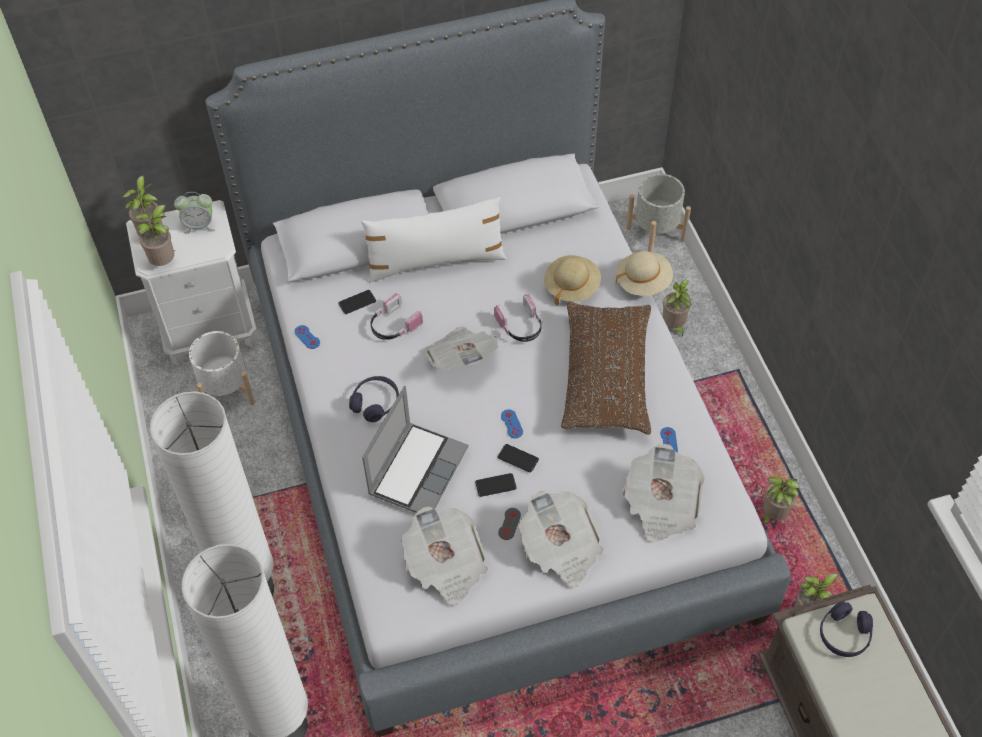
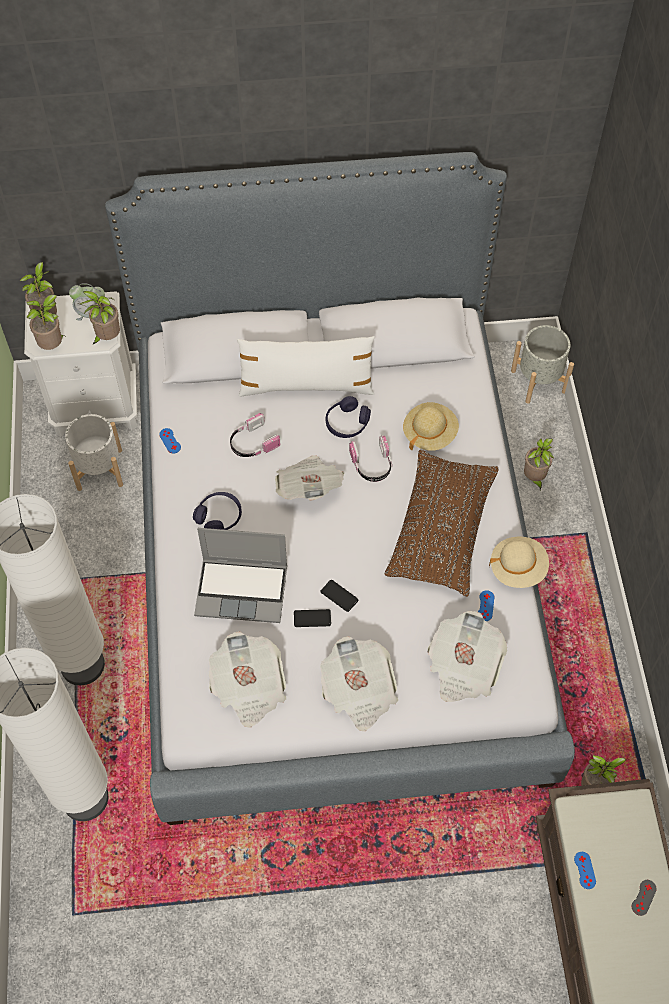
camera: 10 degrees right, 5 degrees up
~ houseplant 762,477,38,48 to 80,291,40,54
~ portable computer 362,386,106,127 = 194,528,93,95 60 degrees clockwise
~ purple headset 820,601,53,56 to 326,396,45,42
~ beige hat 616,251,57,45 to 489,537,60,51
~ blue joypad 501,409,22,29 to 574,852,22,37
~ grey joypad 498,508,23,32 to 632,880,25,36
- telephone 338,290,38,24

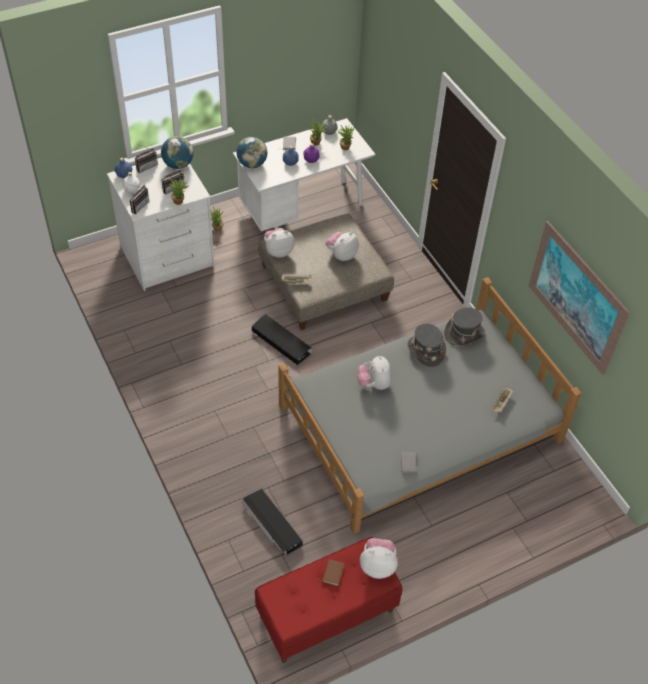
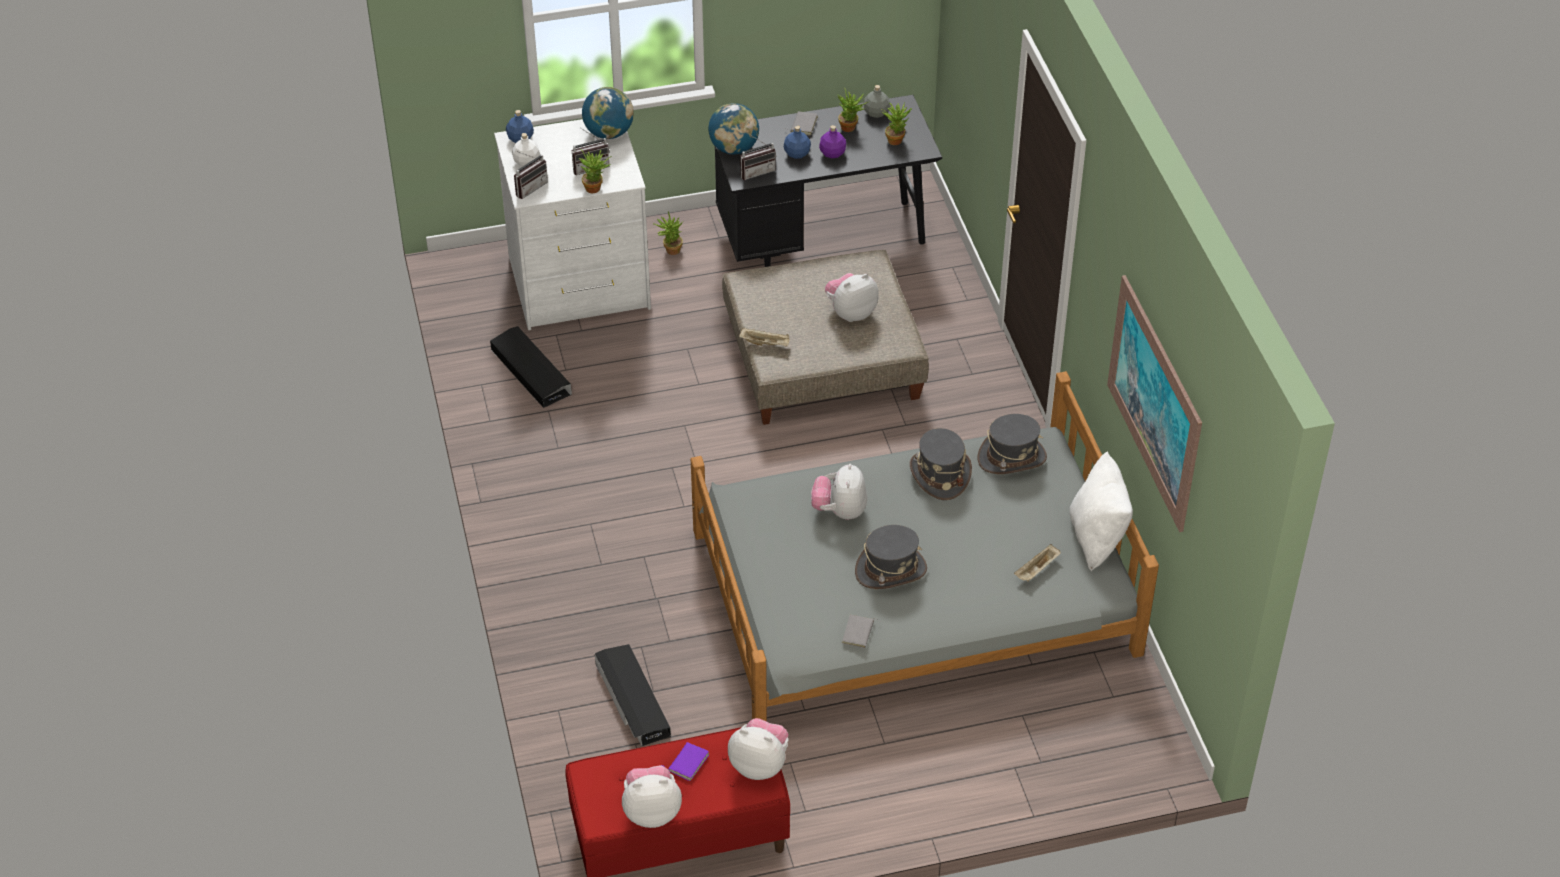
camera: 15 degrees right, 5 degrees down
~ blackish storage container 252,314,60,51 to 490,326,82,82
~ cuddly toy 264,228,31,29 to 622,765,60,63
~ brown-coloured book 319,559,26,27 to purple book 661,742,48,39
~ white desk table 233,118,143,113 to blackish desk table 715,95,227,172
~ radio receiver 135,144,23,29 to 740,134,36,46
+ grey hat 855,525,72,64
+ white throw pillow 1069,451,64,120

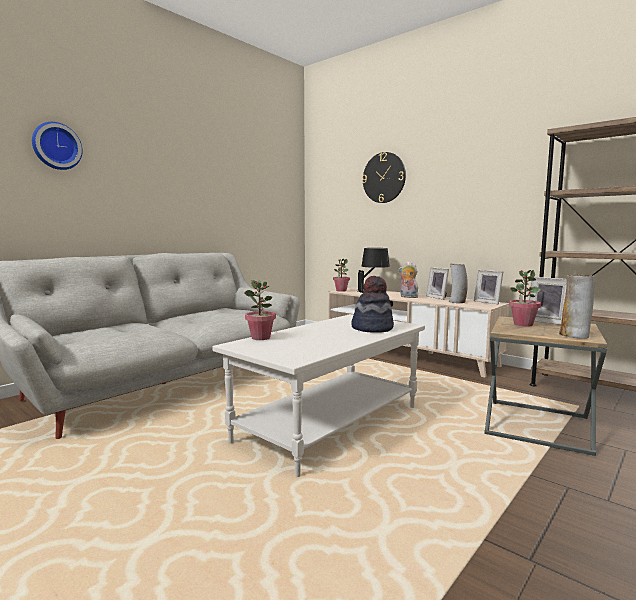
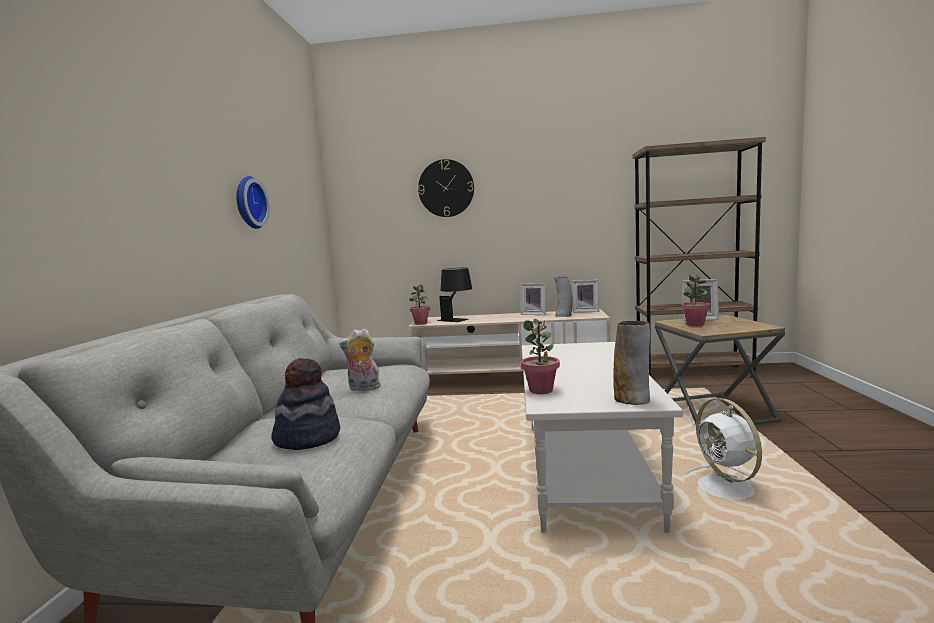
camera: 35 degrees left, 0 degrees up
~ hanging clock 32,122,51,48 to 236,176,34,53
~ hat 351,276,43,57 to 271,358,69,92
~ cuddly toy 399,262,19,36 to 339,328,42,63
~ vase 559,274,35,65 to 613,321,37,84
+ white cooling fan 682,398,80,102

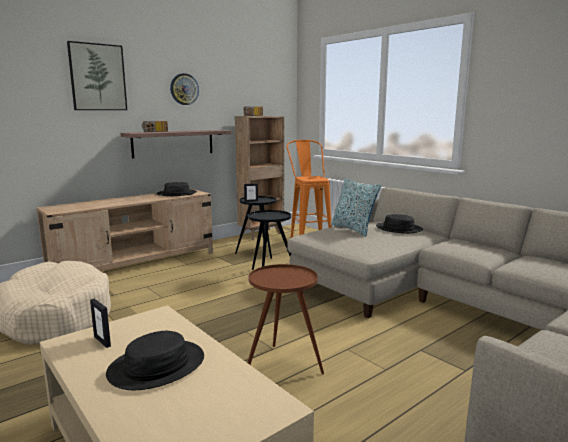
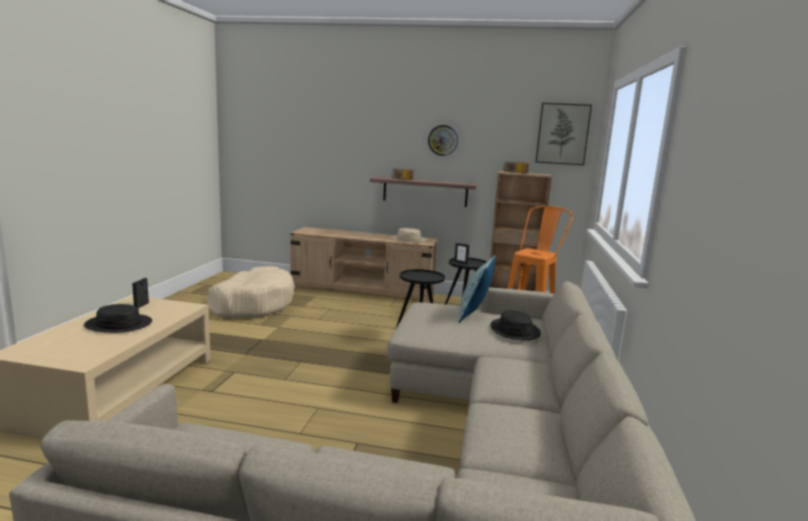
camera: 50 degrees right, 0 degrees up
~ blackish hat 157,182,40,14 to beige hat 391,228,36,15
~ wall art 67,41,60,69 to 536,103,56,62
- brown-coloured end table 247,264,77,110

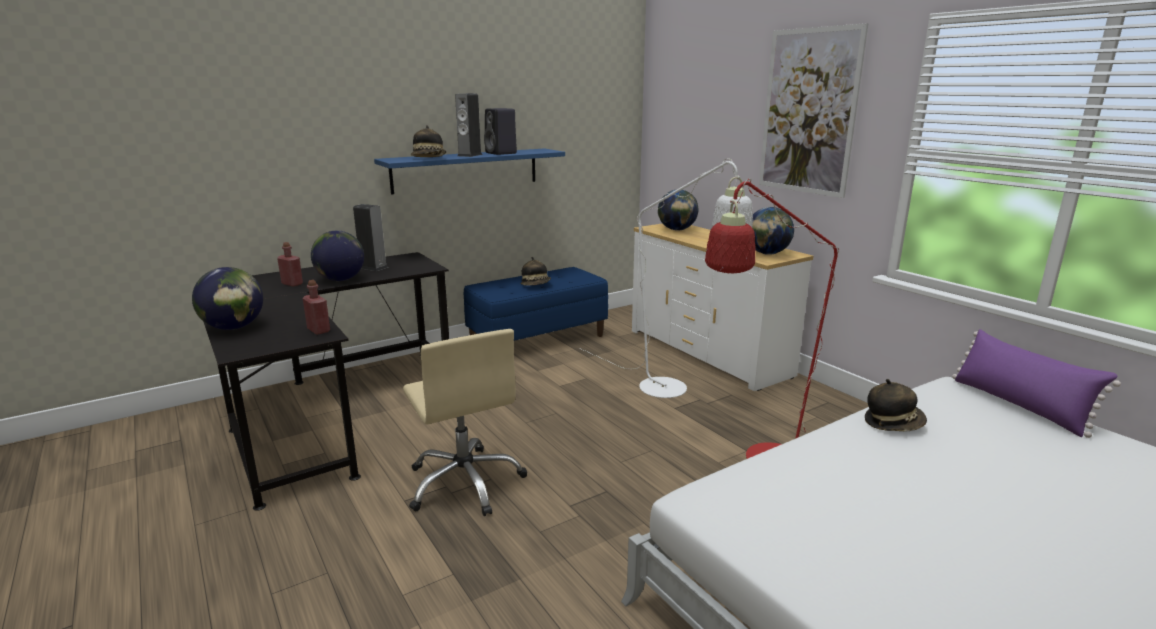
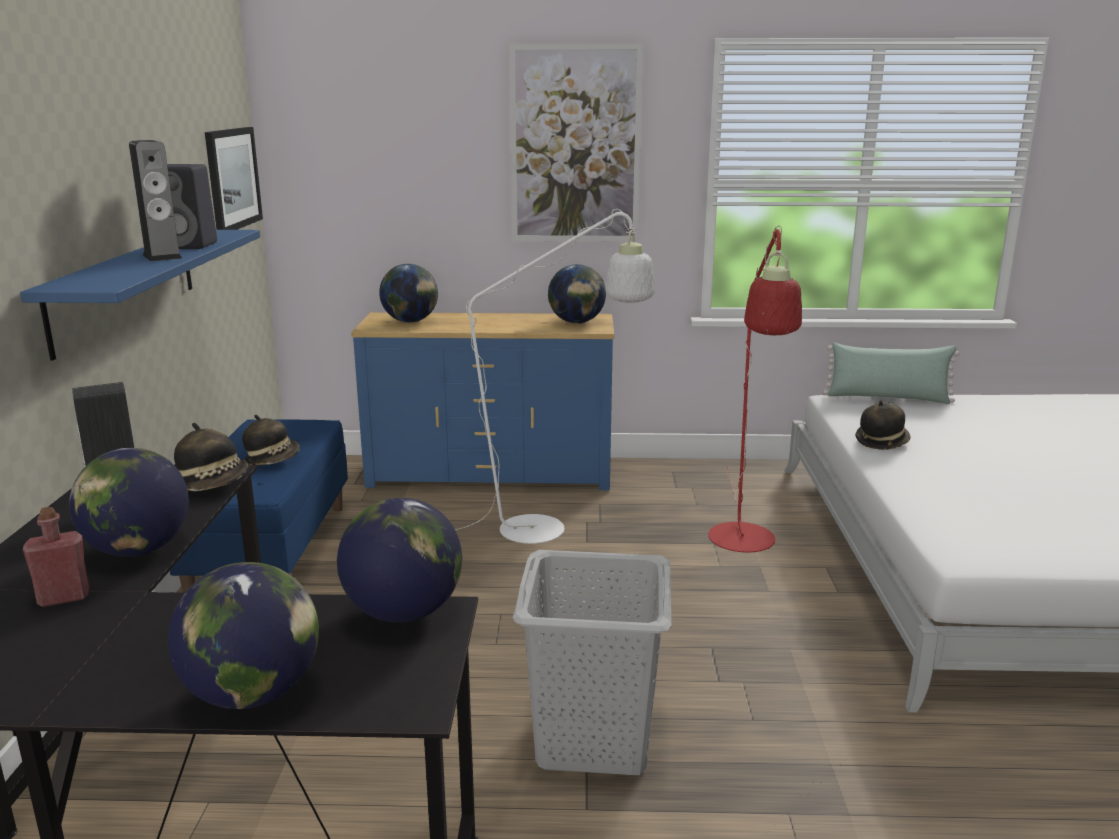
camera: 55 degrees left, 0 degrees up
~ hat 411,125,35,32 to 174,423,74,68
+ wall art 205,127,58,103
~ red bottle 303,280,27,55 to desk globe 337,498,125,125
~ white chest of drawers 632,223,181,168 to blue chest of drawers 351,312,263,179
~ beige computer chair 403,329,124,187 to grey laundry basket 513,550,159,225
~ purple throw pillow 952,329,169,109 to green throw pillow 823,342,137,62

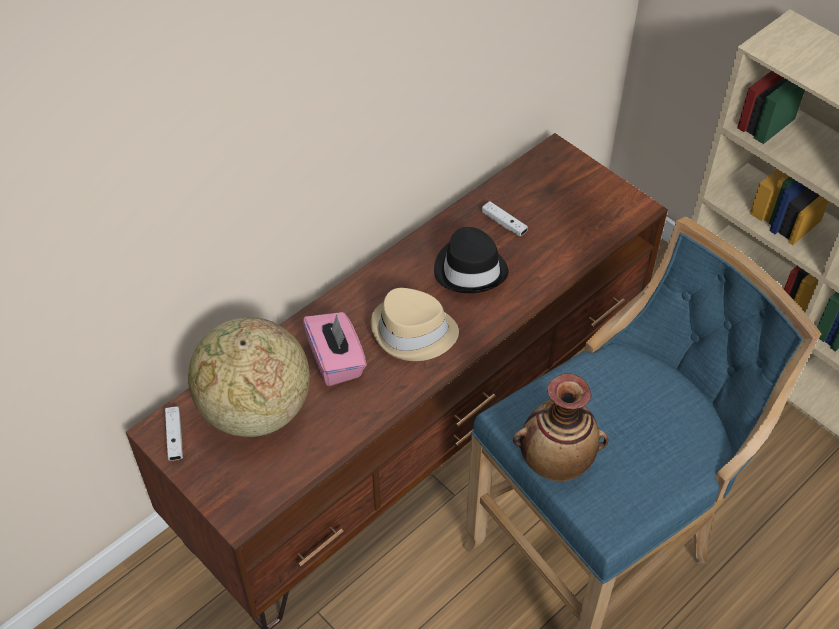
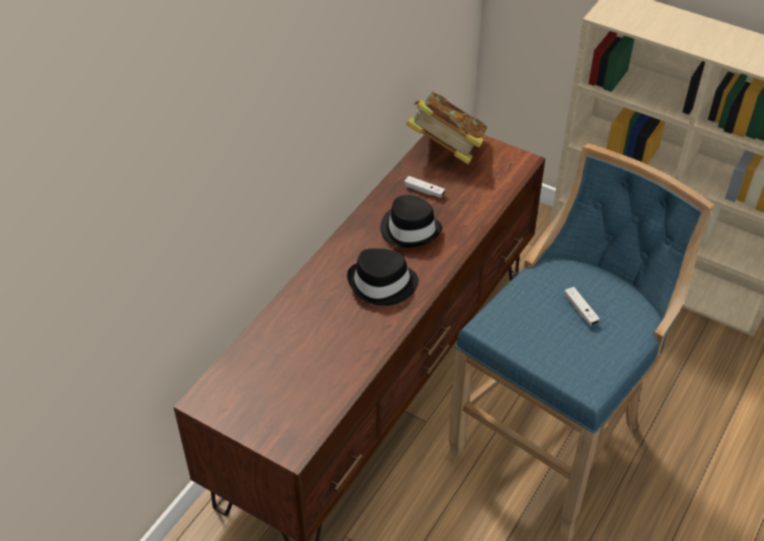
camera: 15 degrees left, 5 degrees down
~ beige hat 371,288,88,73 to blackish hat 347,248,72,58
+ book 406,91,81,73
~ white joypad 165,406,18,55 to 564,287,36,39
- desk globe 188,317,122,120
- pink-coloured tissue box 303,312,63,74
- vase 513,373,95,108

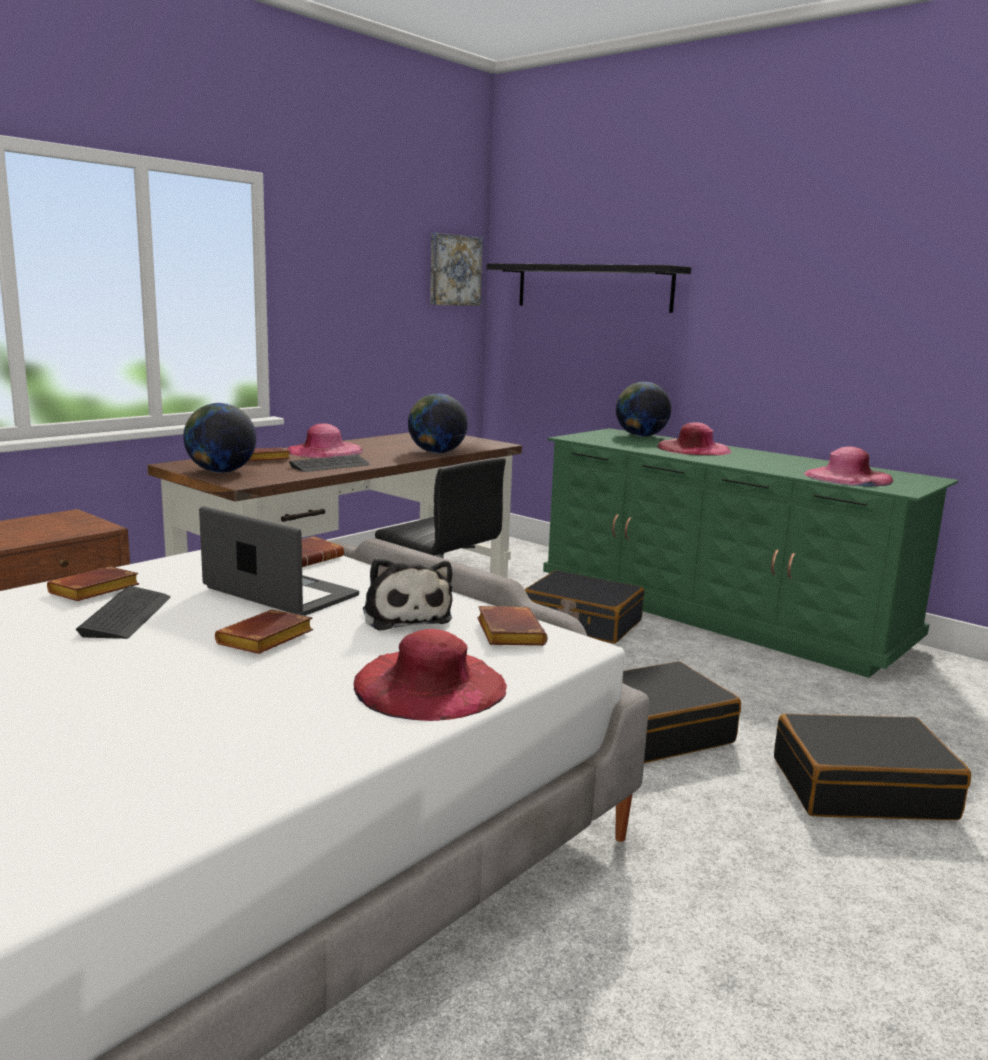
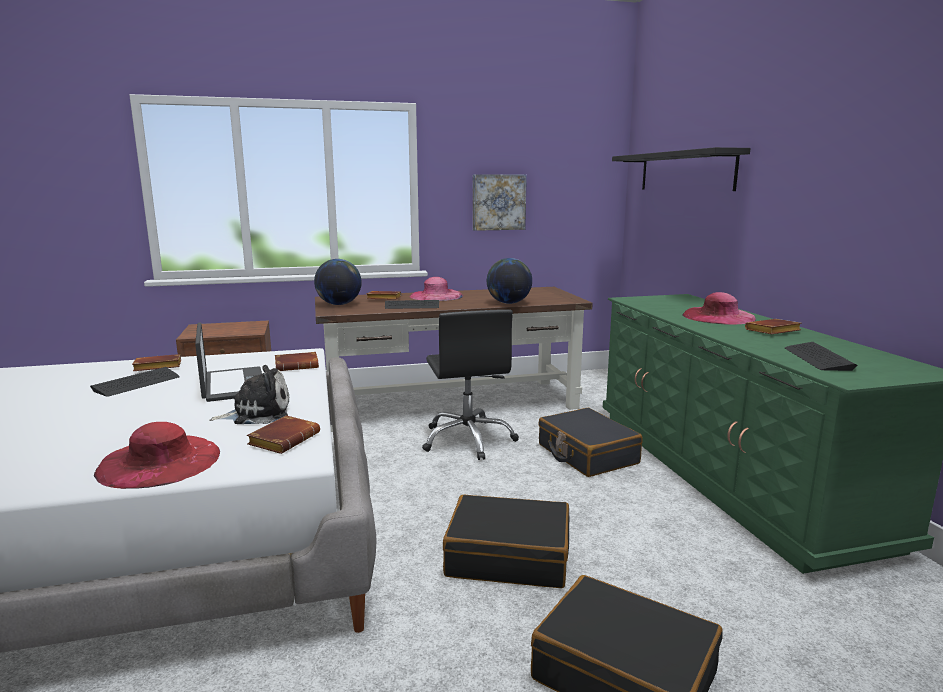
camera: 35 degrees right, 0 degrees up
~ cuddly toy 363,558,90,73 = 209,365,80,59 120 degrees counterclockwise
~ wall art 430,233,53,73 to 473,174,54,57
~ brown-coloured book 215,609,98,45 to 745,319,57,15
~ pink-coloured hat 804,447,89,39 to computer keyboard 785,342,73,29
- desk globe 616,382,55,55

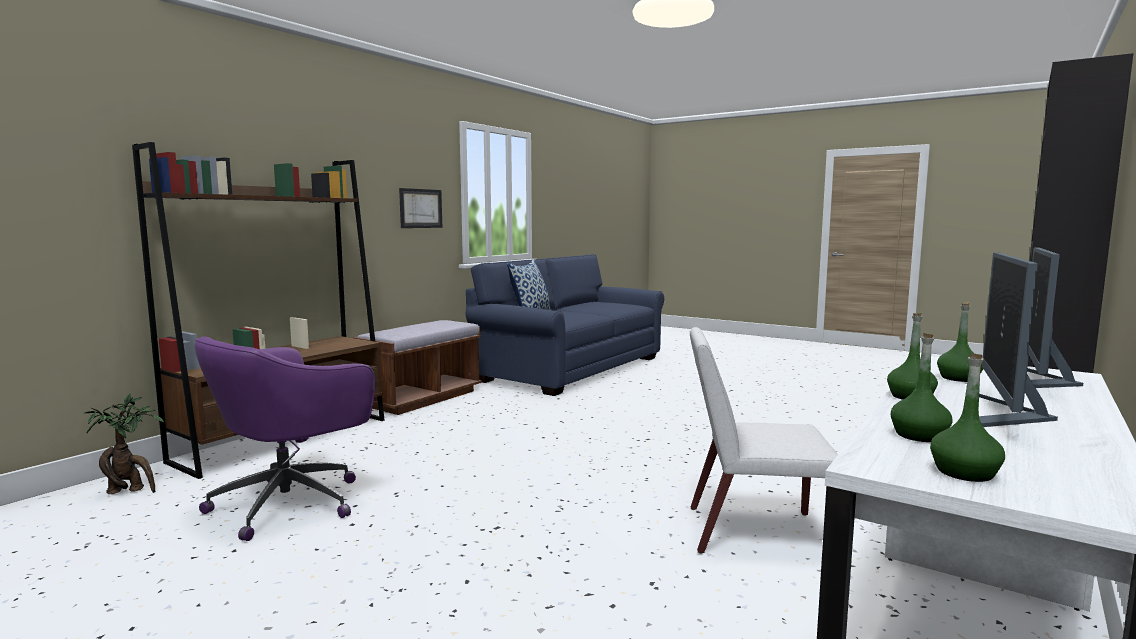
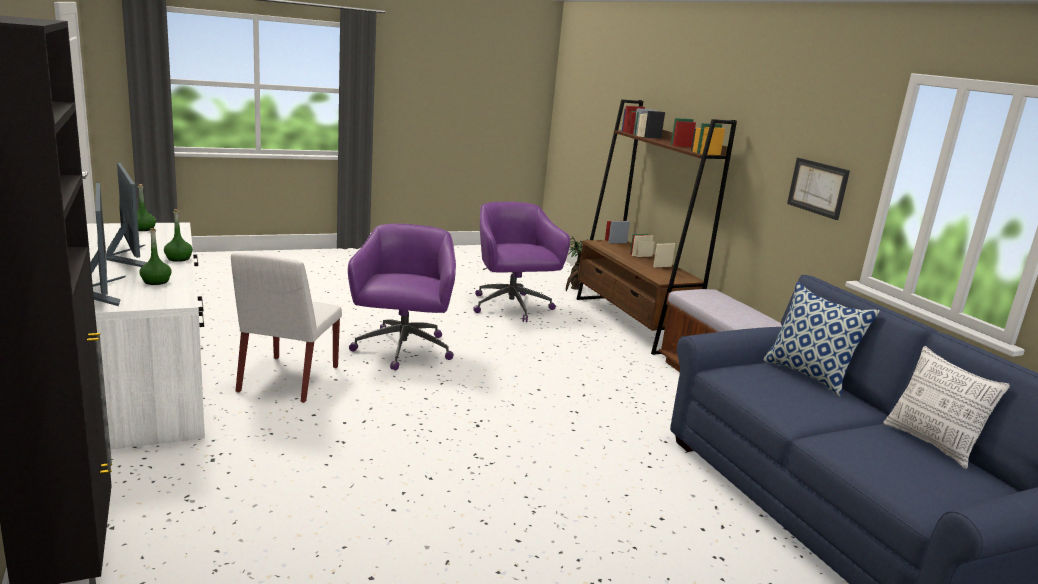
camera: 120 degrees right, 10 degrees up
~ white plain chair 690,327,148,227 = 231,252,111,151 150 degrees clockwise
+ purple computer chair 348,224,108,146
+ throw pillow 883,346,127,123
- green bottle 891,333,62,109

